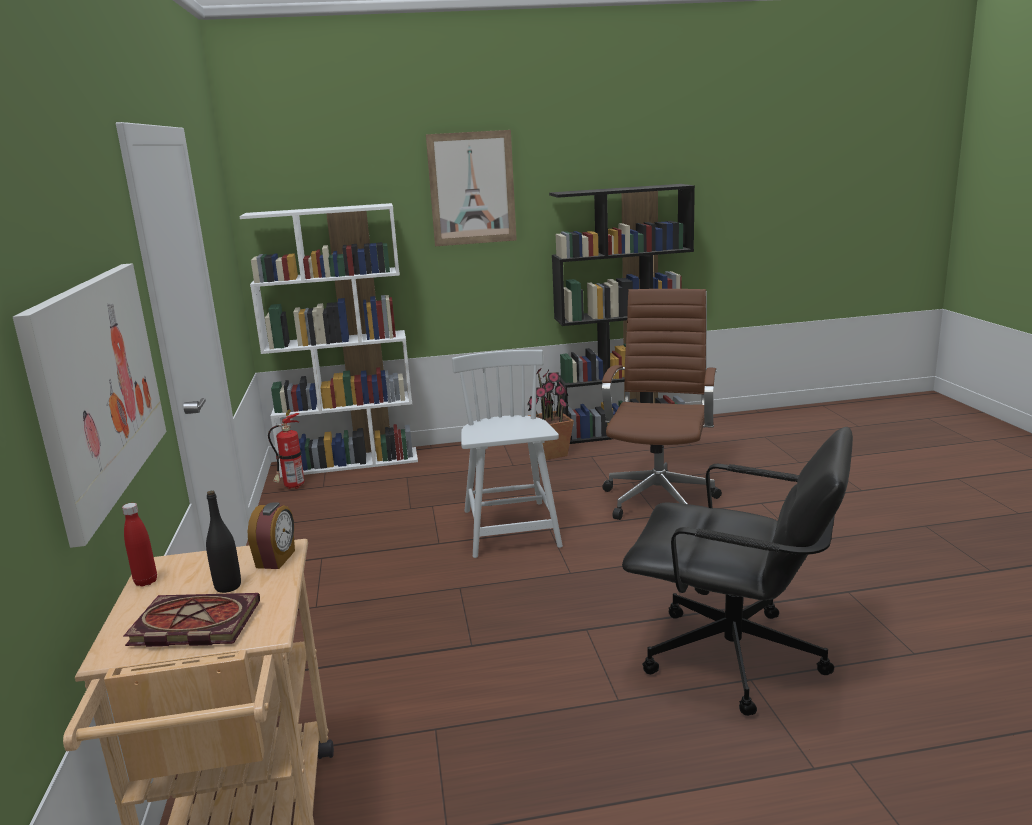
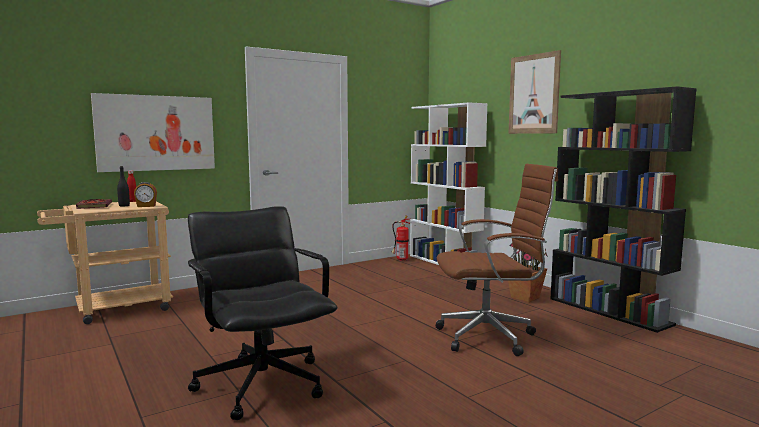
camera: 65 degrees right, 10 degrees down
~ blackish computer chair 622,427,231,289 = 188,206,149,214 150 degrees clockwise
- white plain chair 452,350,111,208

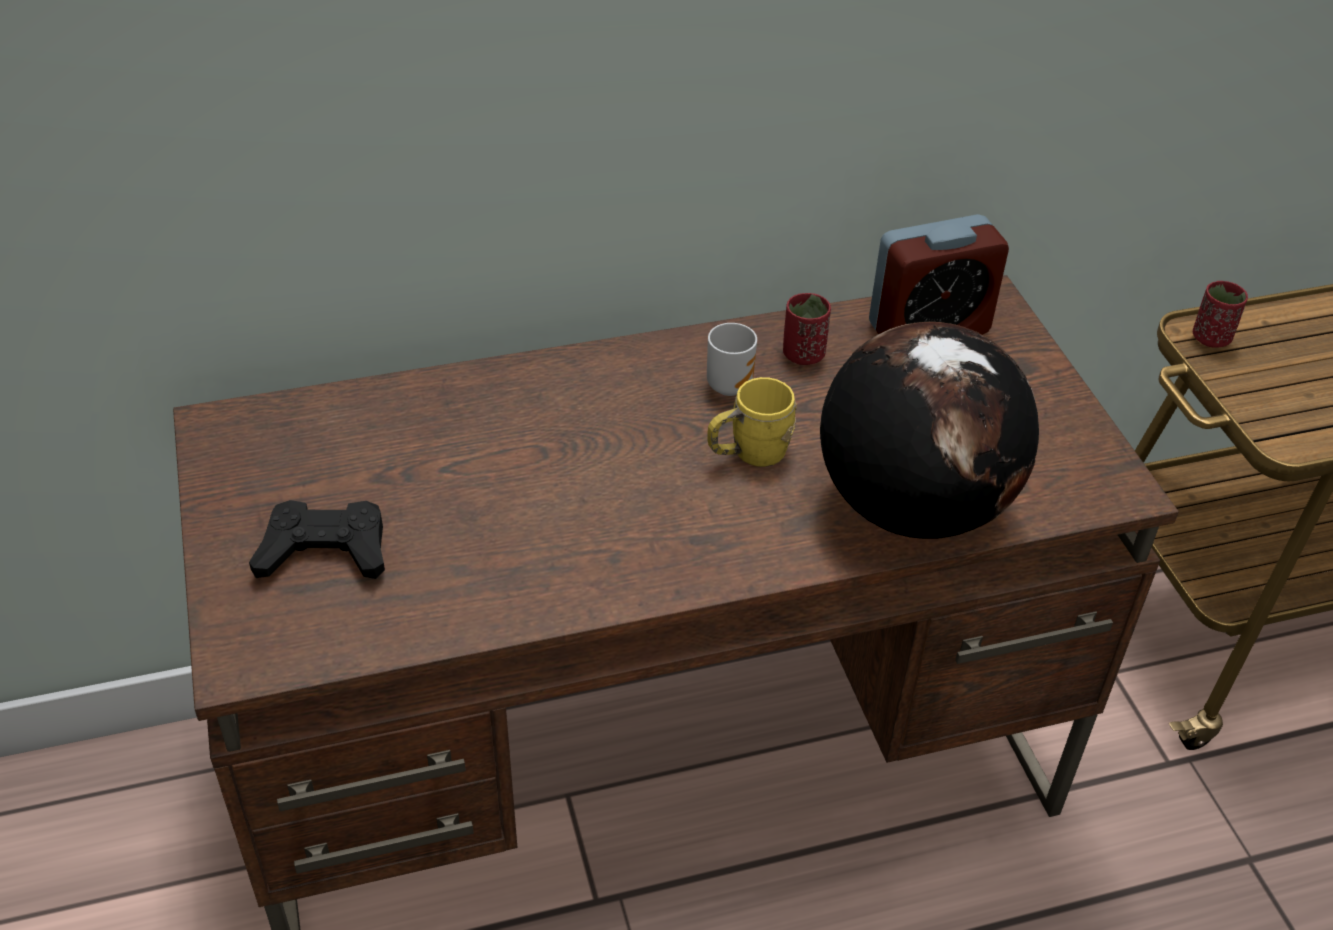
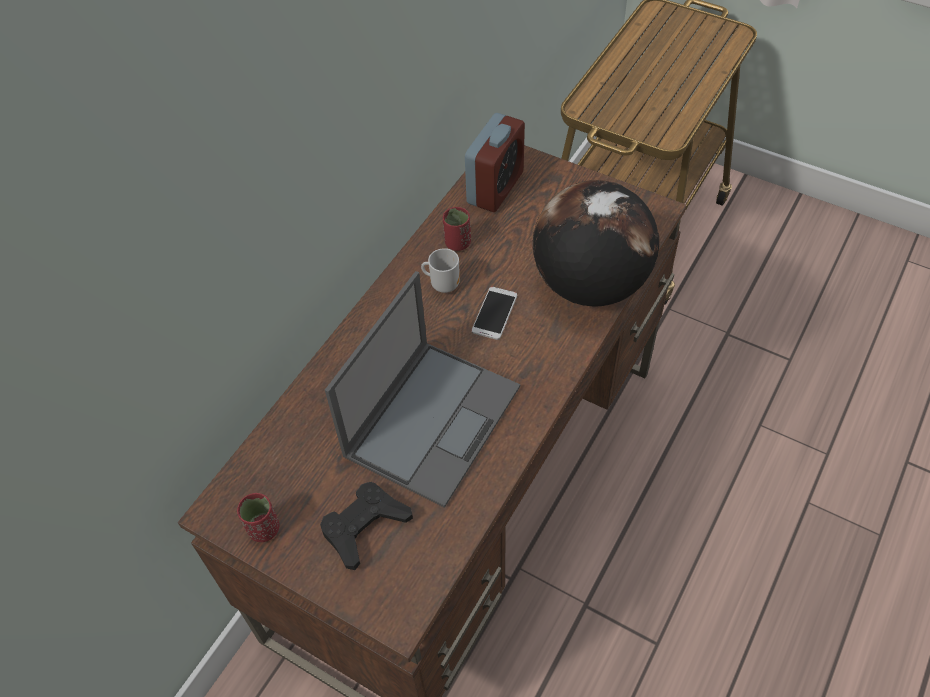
camera: 40 degrees left, 10 degrees up
~ red drinking cup 1193,281,55,67 to 237,493,42,49
+ portable computer 325,271,195,237
~ yellow-coloured coffee mug 707,377,89,90 to telephone 472,287,45,53

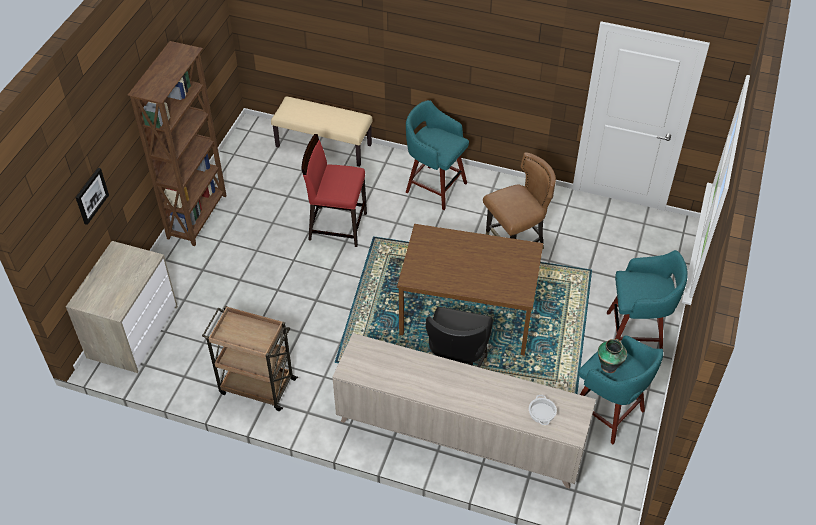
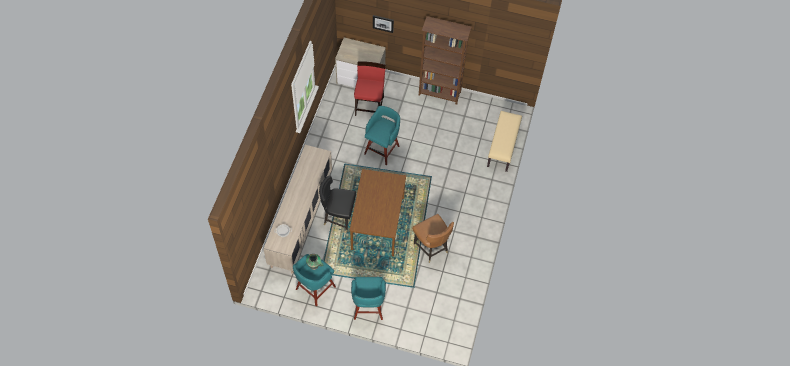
camera: 85 degrees right, 10 degrees up
~ red plain chair 301,134,66,113 to 354,61,32,55
~ turquoise-coloured stool seat 406,100,63,110 to 364,106,36,59
- brown-coloured cart 202,306,96,105

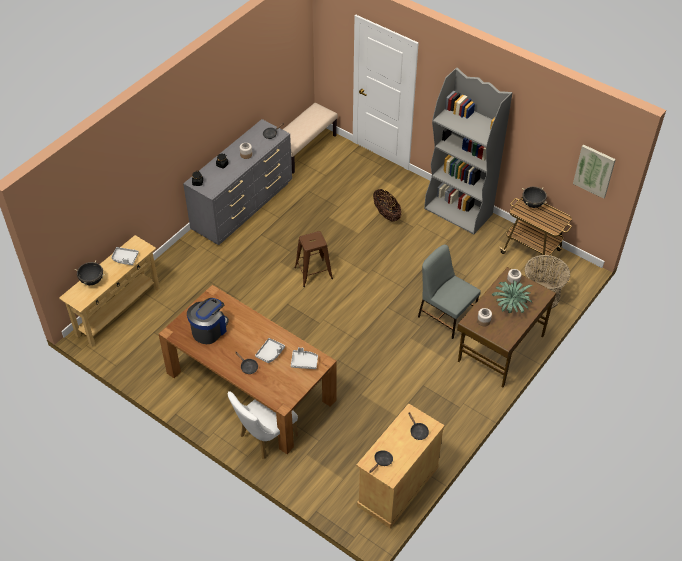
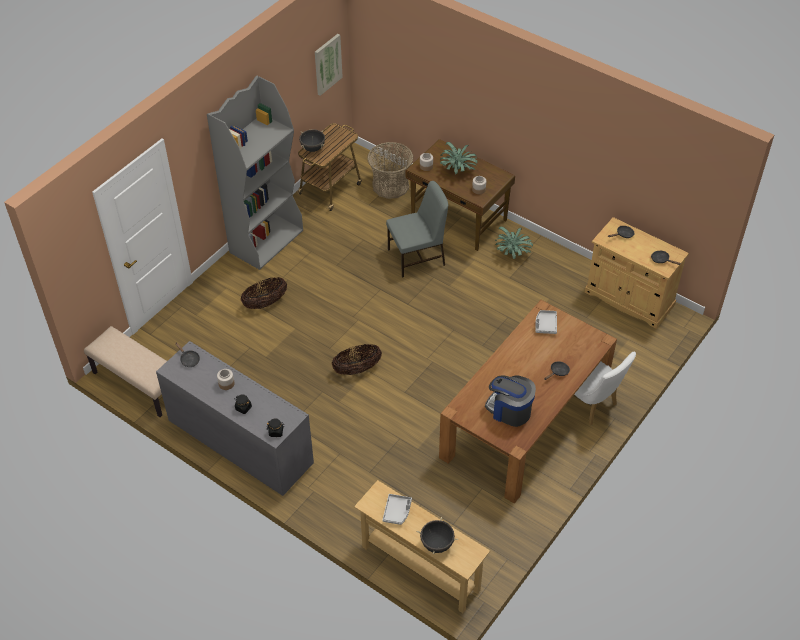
camera: 90 degrees left, 0 degrees up
~ brown-coloured stool seat 294,231,39,56 to storage basket 332,344,50,31
~ grey plain chair 418,244,63,95 = 386,181,62,97 150 degrees counterclockwise
+ houseplant 495,227,38,32
- grey carrying tray 255,338,30,25

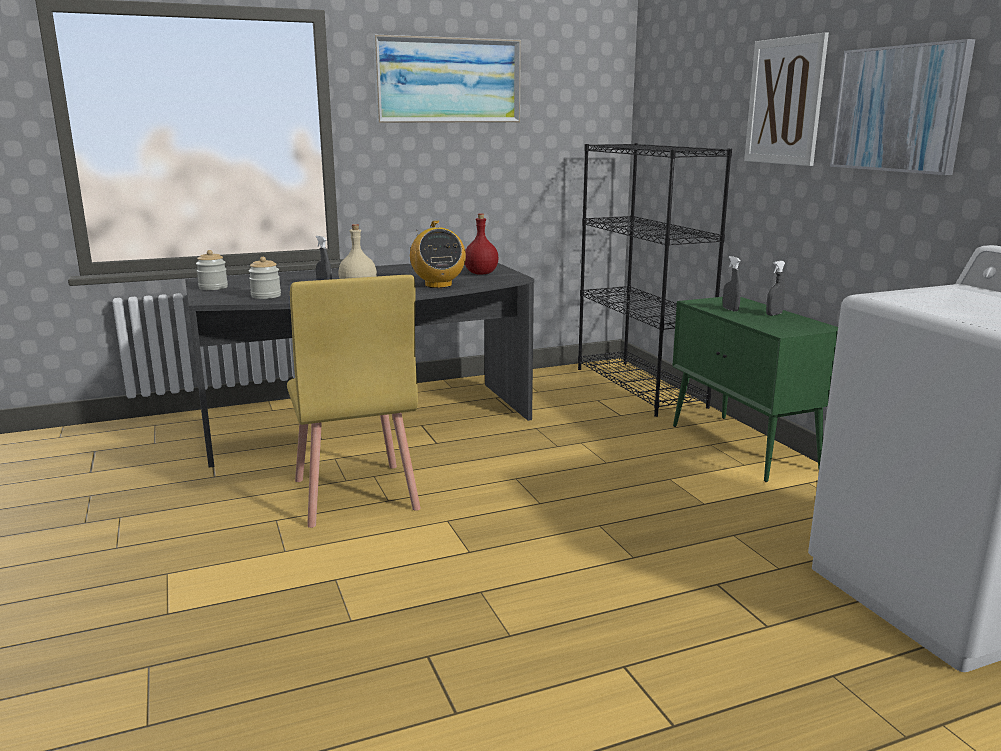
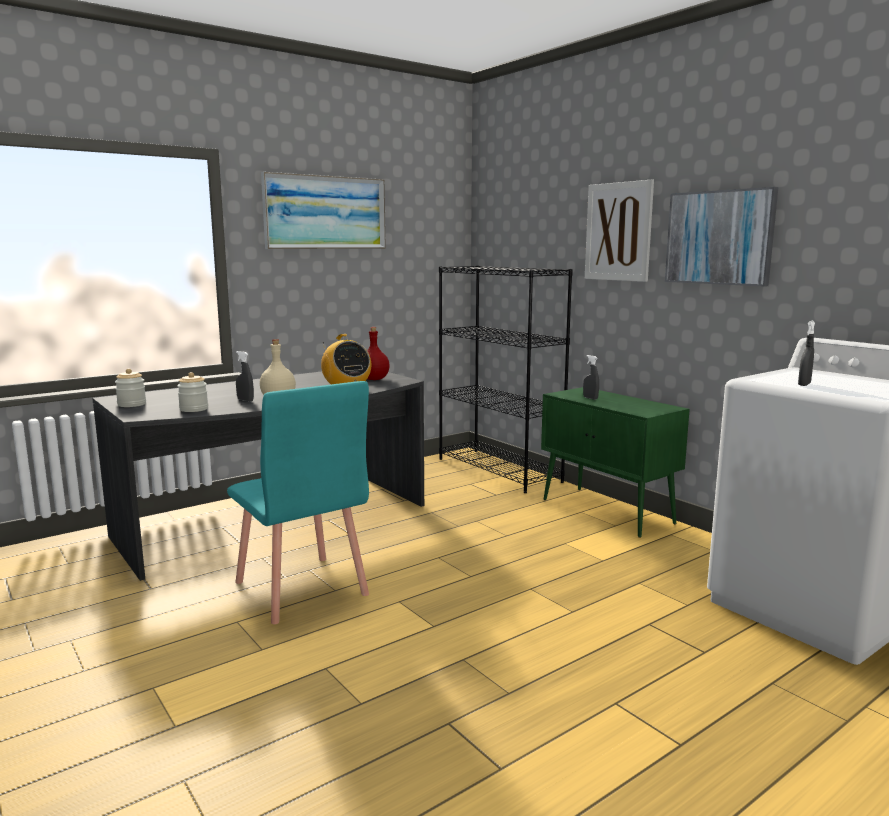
camera: 15 degrees left, 5 degrees down
~ yellow-coloured plain chair 287,275,134,253 to turquoise-coloured plain chair 227,381,142,243
~ grey hand sprayer 766,261,19,55 to 798,321,17,65

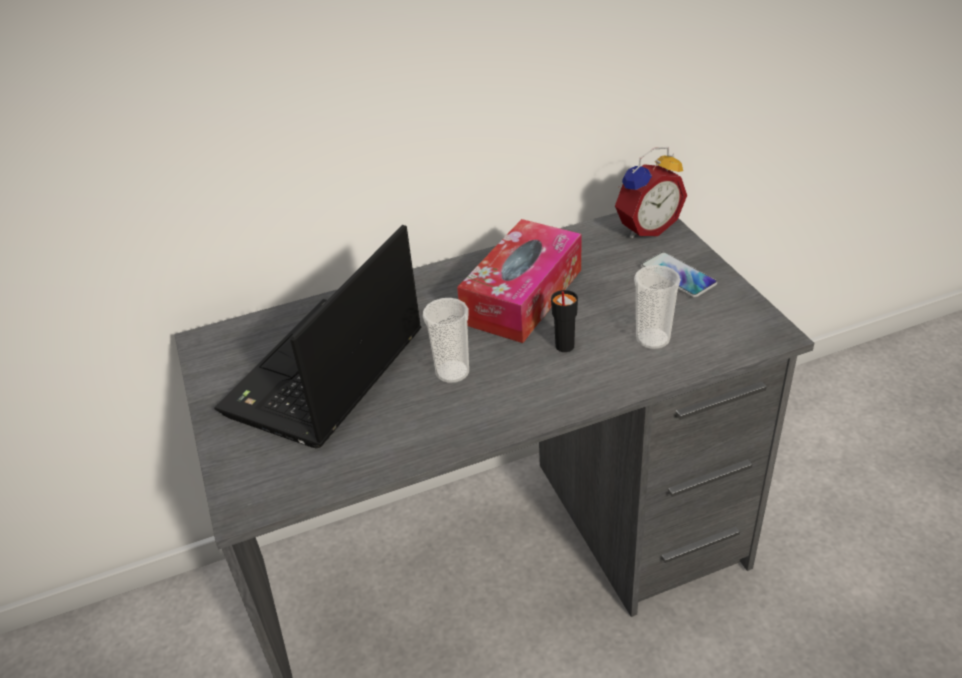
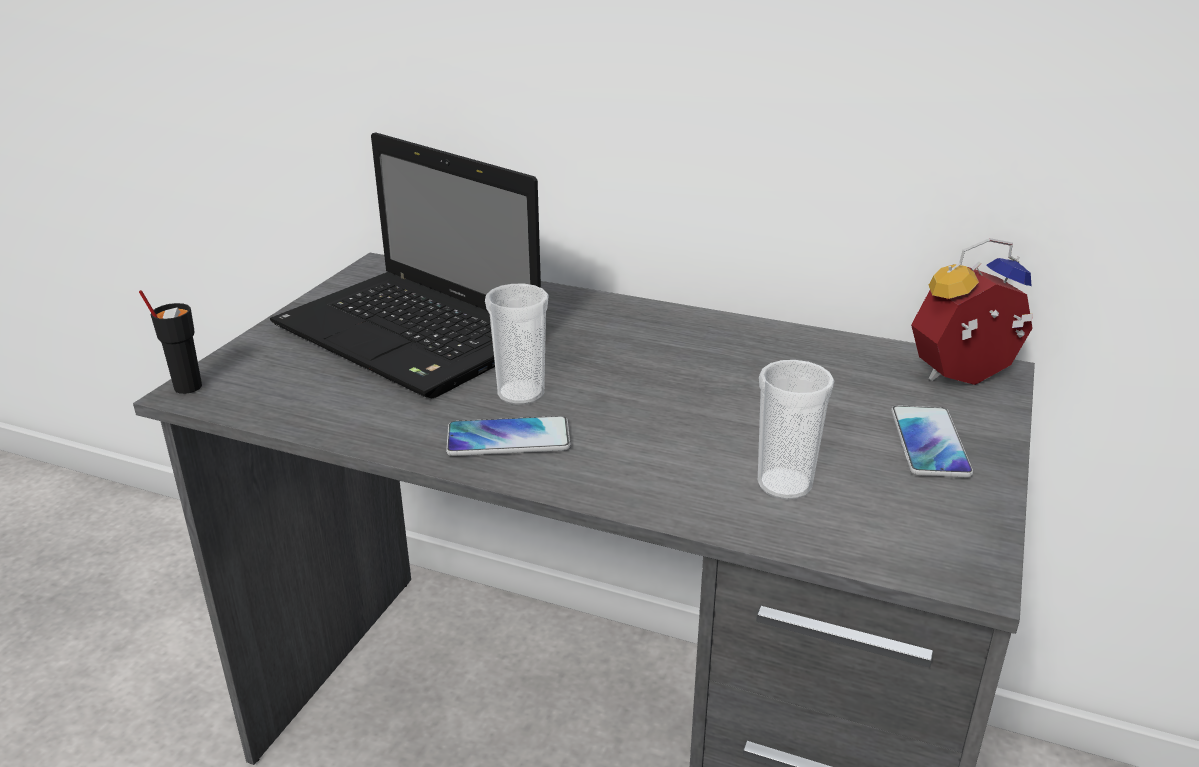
camera: 40 degrees right, 10 degrees down
~ blackish drinking cup 551,290,27,62 to 139,290,63,104
~ portable computer 214,225,207,223 = 270,132,271,266 120 degrees counterclockwise
+ telephone 446,416,125,40
~ bedside clock 615,147,72,91 = 911,238,122,147 150 degrees clockwise
- tissue box 457,219,124,124

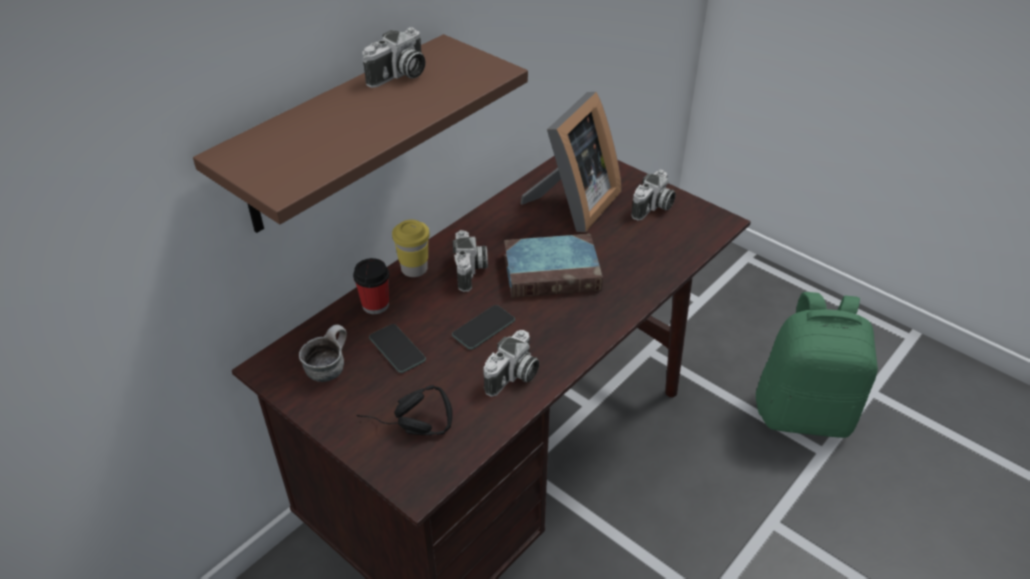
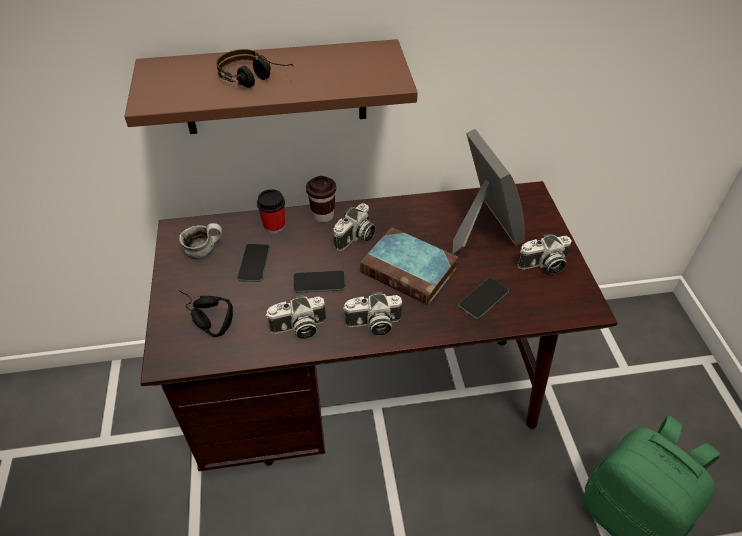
camera: 40 degrees right, 5 degrees up
+ headset 216,49,78,39
~ yellow-coloured drinking cup 392,220,38,57 to brown-coloured drinking cup 306,176,30,47
~ photo camera 363,27,63,61 to 343,292,59,43
~ standing frame 520,92,101,140 = 452,129,73,125 90 degrees counterclockwise
+ telephone 458,278,51,41

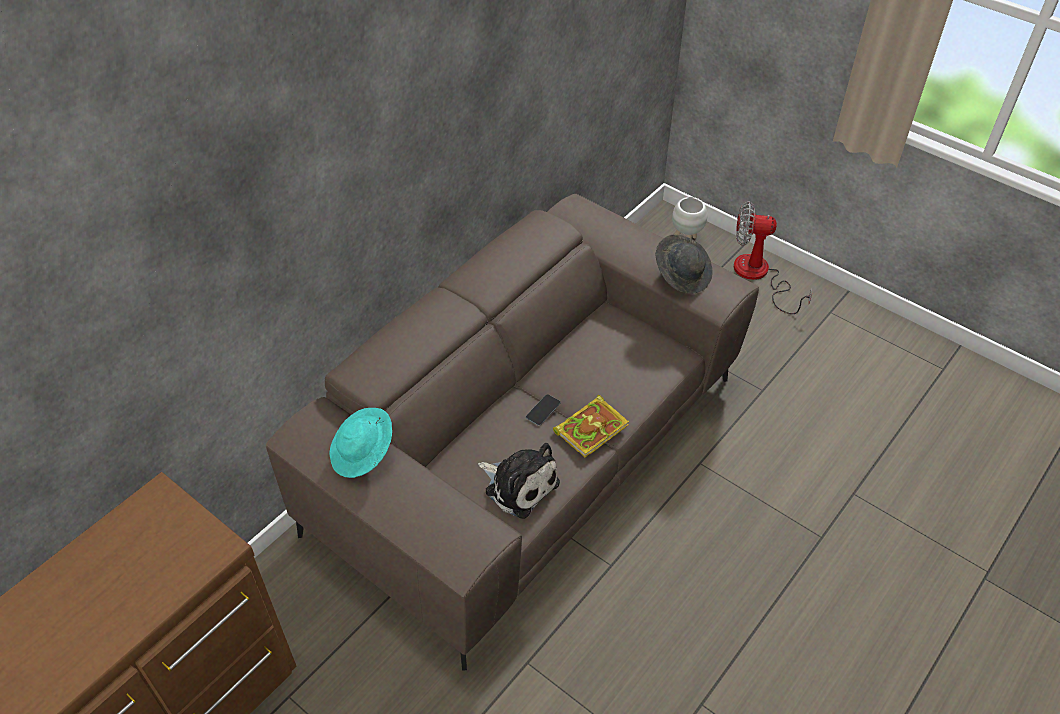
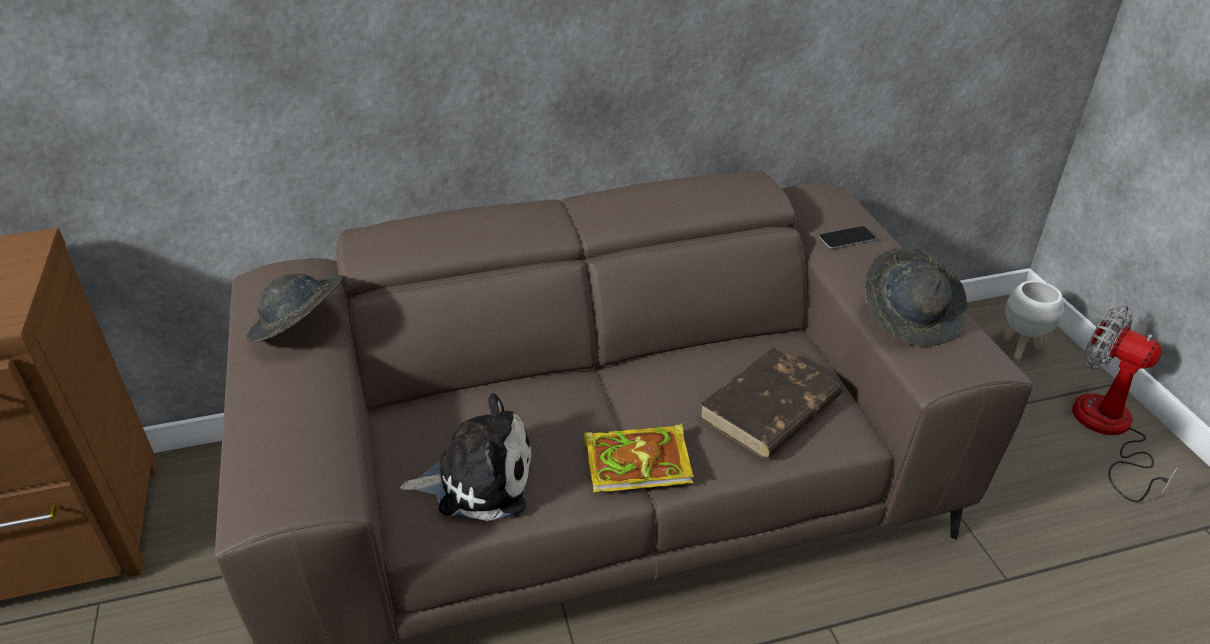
camera: 35 degrees right, 10 degrees down
~ turquoise-coloured hat 330,408,62,70 to grey hat 247,274,95,69
~ cuddly toy 478,442,82,77 = 400,393,132,128 75 degrees counterclockwise
+ brown-coloured book 699,347,143,112
~ telephone 526,394,34,32 to 819,226,57,23

